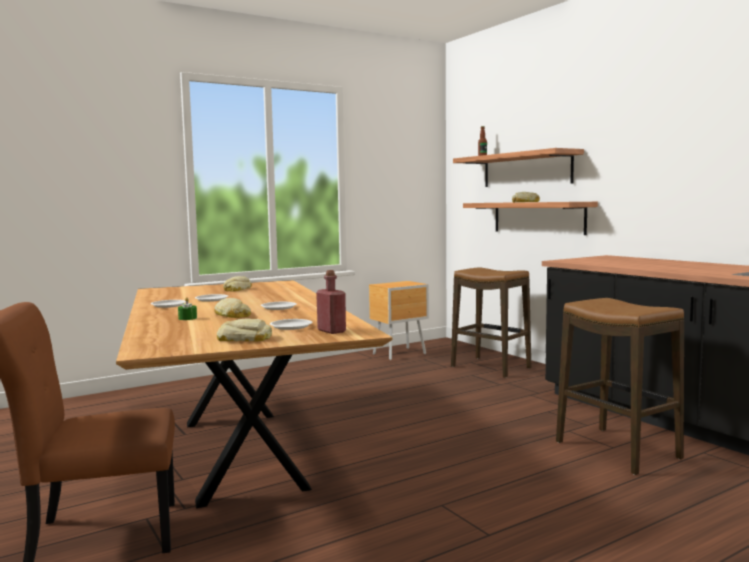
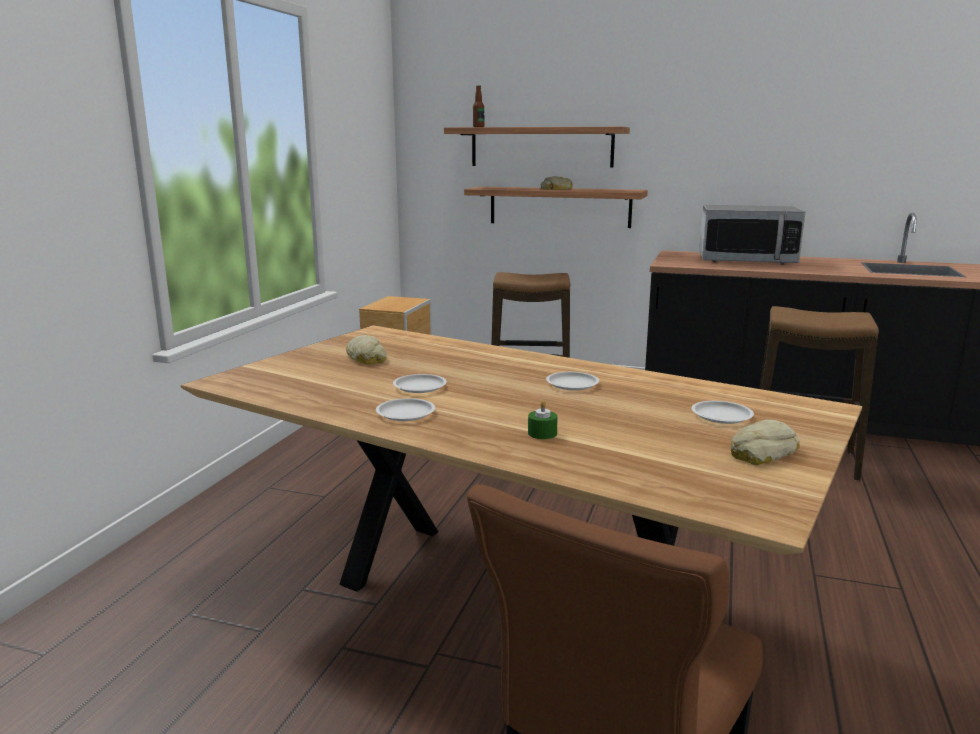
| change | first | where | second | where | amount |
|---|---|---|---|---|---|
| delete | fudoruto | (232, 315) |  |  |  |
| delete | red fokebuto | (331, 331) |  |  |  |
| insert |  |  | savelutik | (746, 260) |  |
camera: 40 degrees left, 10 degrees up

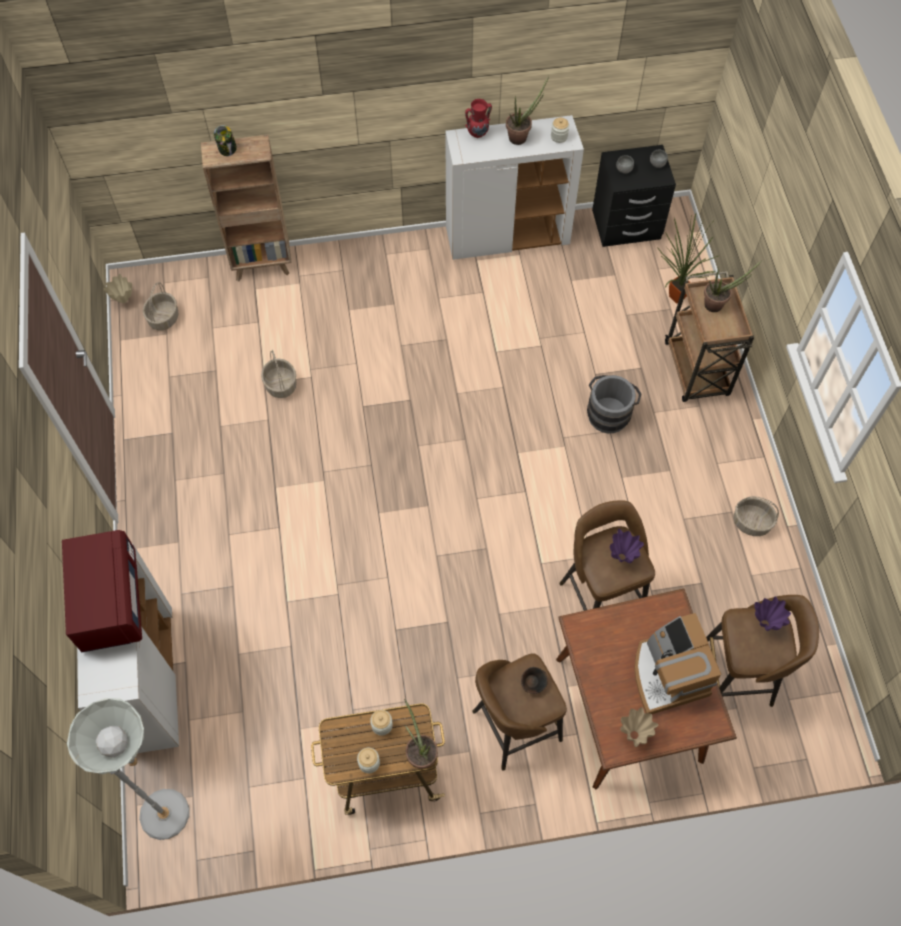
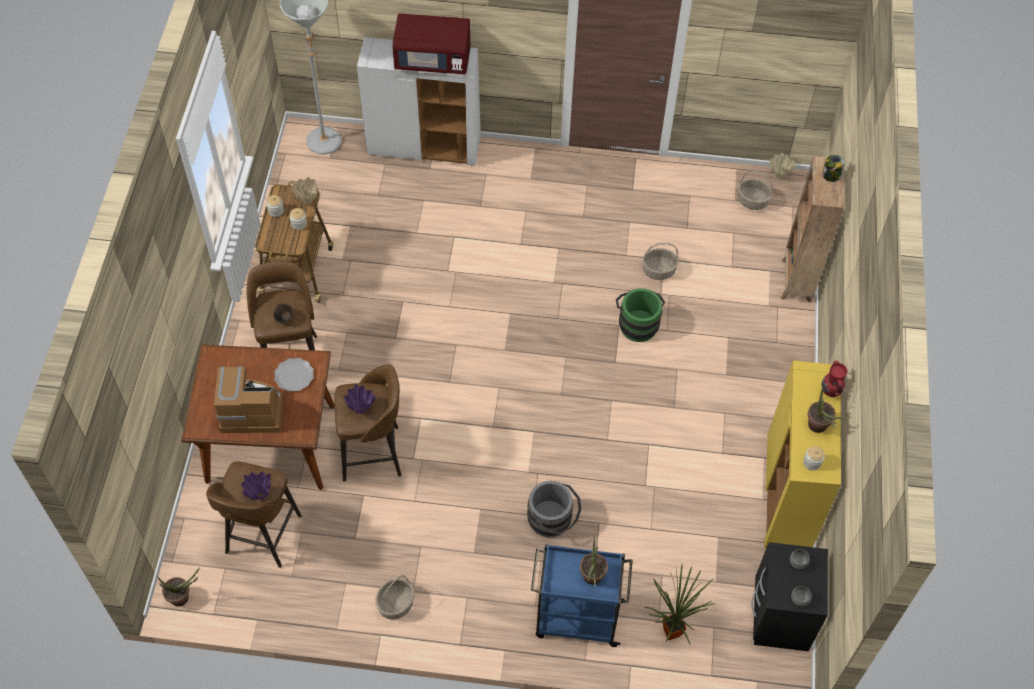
| change | first | where | second | where | amount |
|---|---|---|---|---|---|
| move | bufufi | (420, 752) |  | (184, 597) |  |
| recolor | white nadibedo | (508, 237) | yellow nadibedo | (788, 495) |  |
| move | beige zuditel | (634, 734) |  | (308, 203) |  |
| recolor | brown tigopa | (697, 371) | blue tigopa | (576, 618) |  |
| insert |  |  | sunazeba | (294, 376) |  |
| insert |  |  | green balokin | (637, 323) |  |
camera: 105 degrees right, 5 degrees down

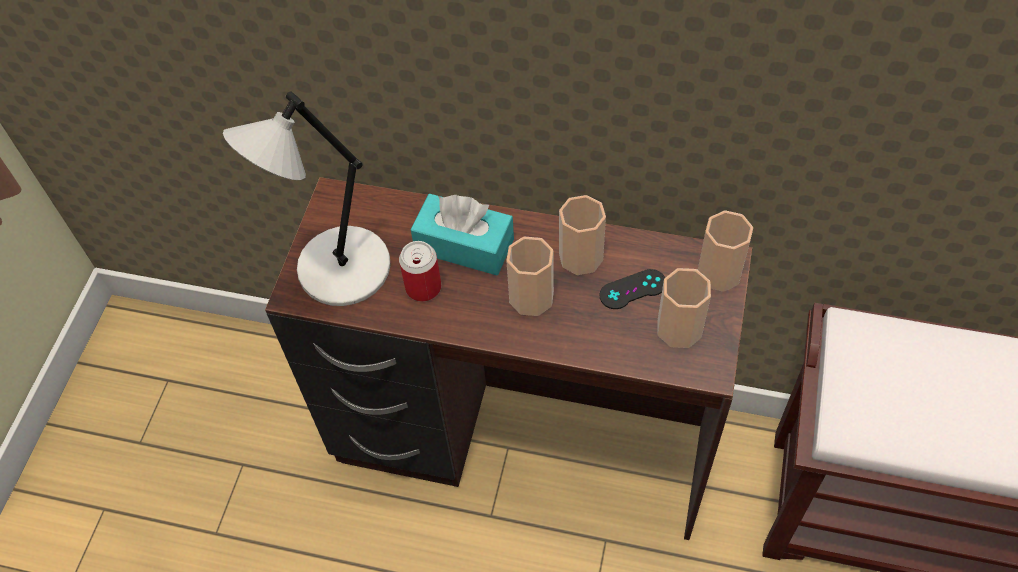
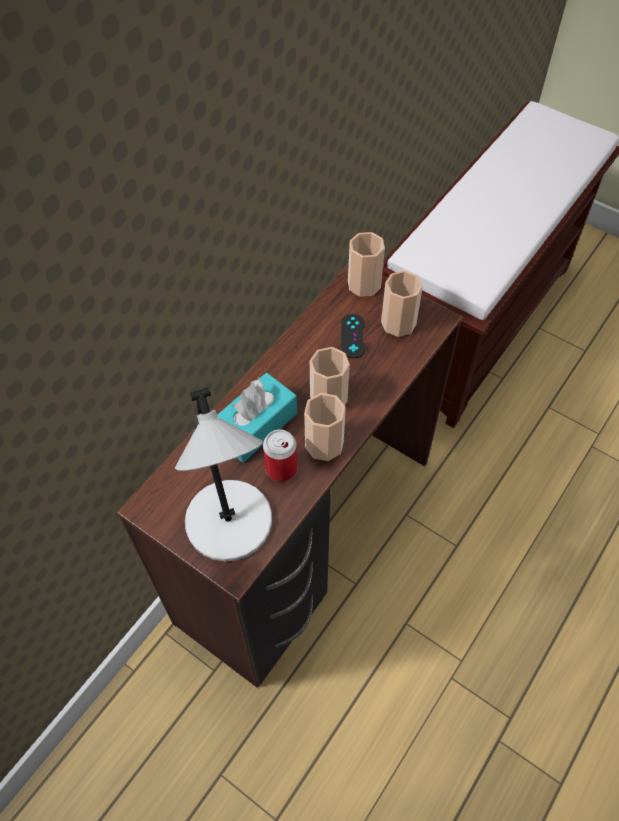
| change | first | where | second | where | amount |
|---|---|---|---|---|---|
| move | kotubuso | (581, 257) |  | (324, 444) |  |
camera: 70 degrees left, 0 degrees up

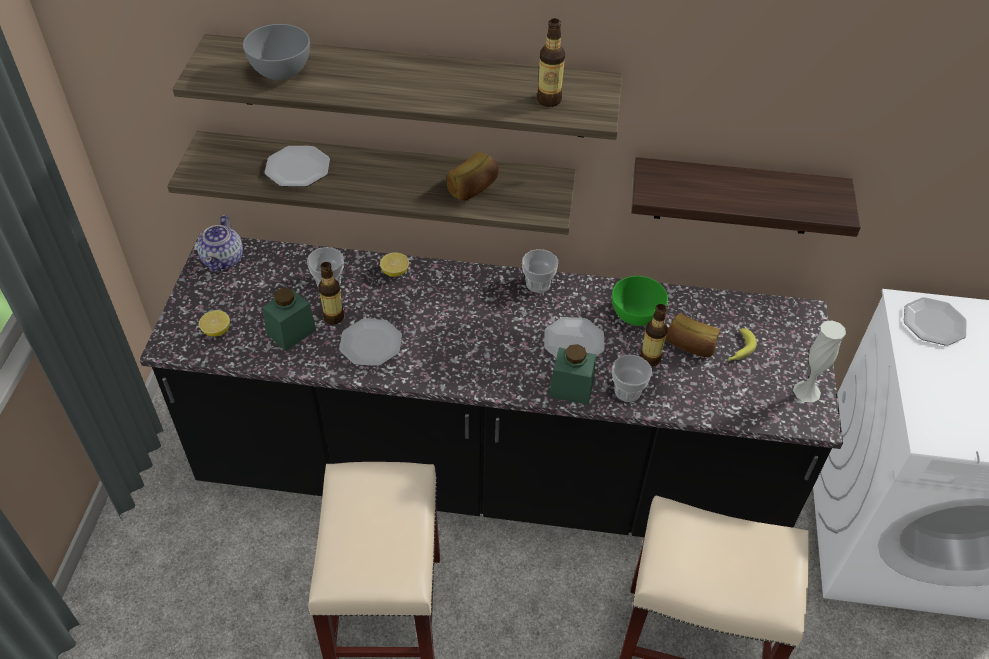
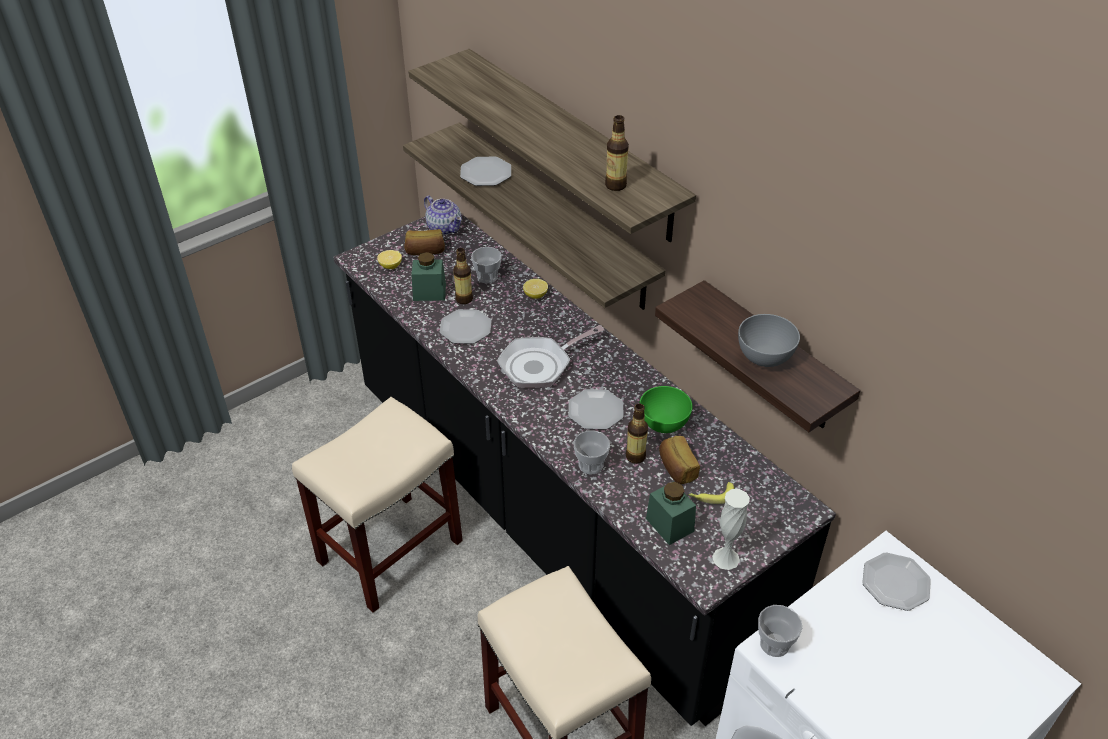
| change | first | where | second | where | amount |
|---|---|---|---|---|---|
| rotate | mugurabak | (223, 259) |  | (444, 227) | 90 degrees counterclockwise |
| move | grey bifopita | (282, 72) |  | (765, 358) |  |
| move | fudoruto | (474, 188) |  | (425, 251) |  |
| move | kotubuso | (538, 284) |  | (774, 644) |  |
| move | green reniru | (571, 388) |  | (669, 525) |  |
| insert |  |  | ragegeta | (540, 365) |  |
camera: 45 degrees right, 5 degrees down

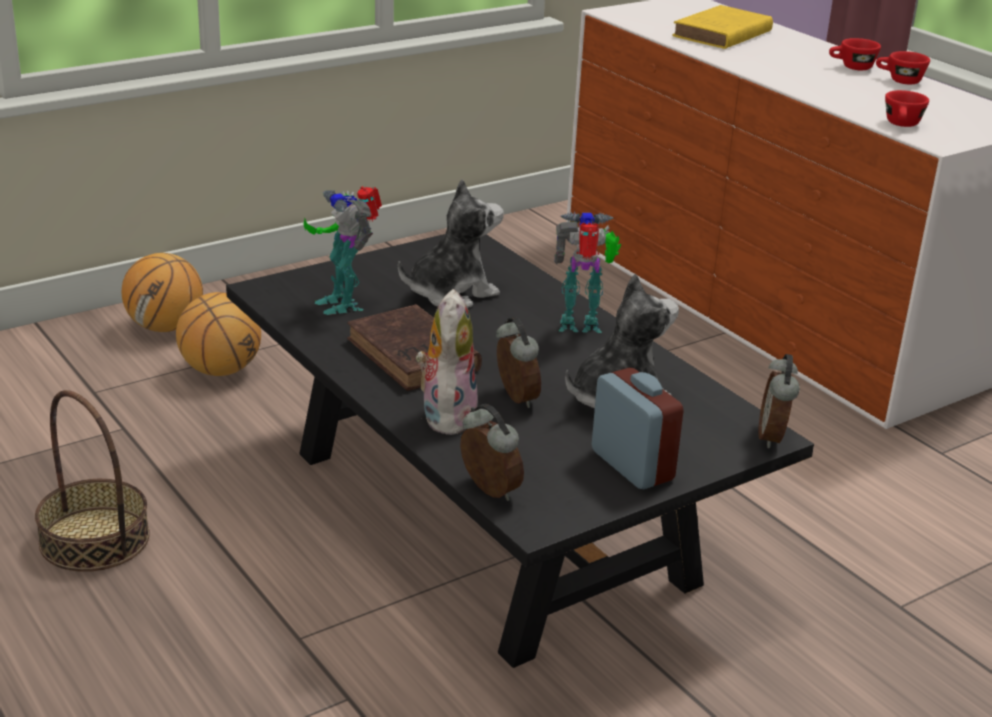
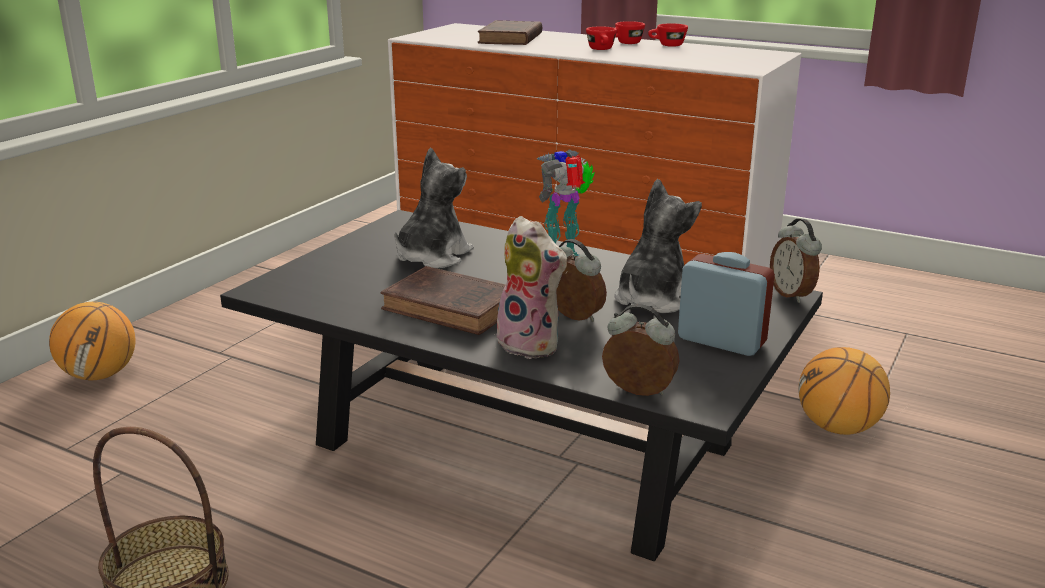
| change | first | where | second | where | amount |
|---|---|---|---|---|---|
| move | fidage | (220, 370) |  | (838, 428) |  |
| delete | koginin | (343, 302) |  |  |  |
| rotate | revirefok | (446, 415) |  | (532, 344) | 150 degrees clockwise |
| recolor | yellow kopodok | (720, 34) | brown kopodok | (510, 39) |  |
| move | red kotubuso | (902, 125) |  | (602, 49) |  |
camera: 25 degrees left, 5 degrees down

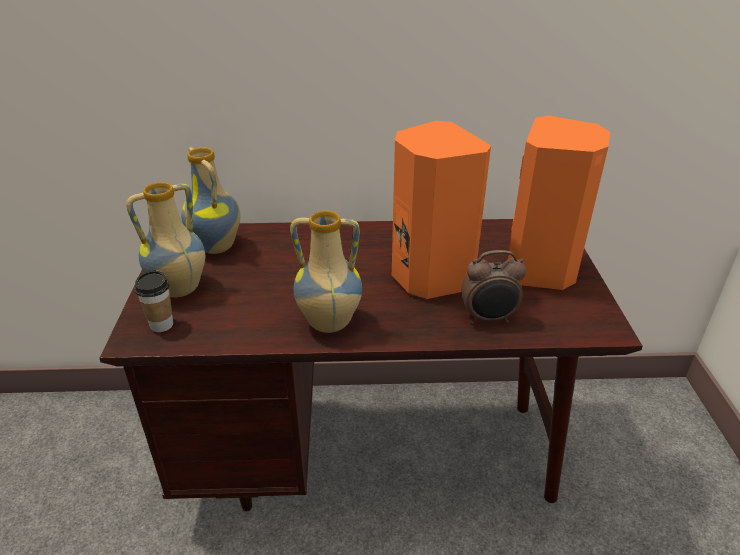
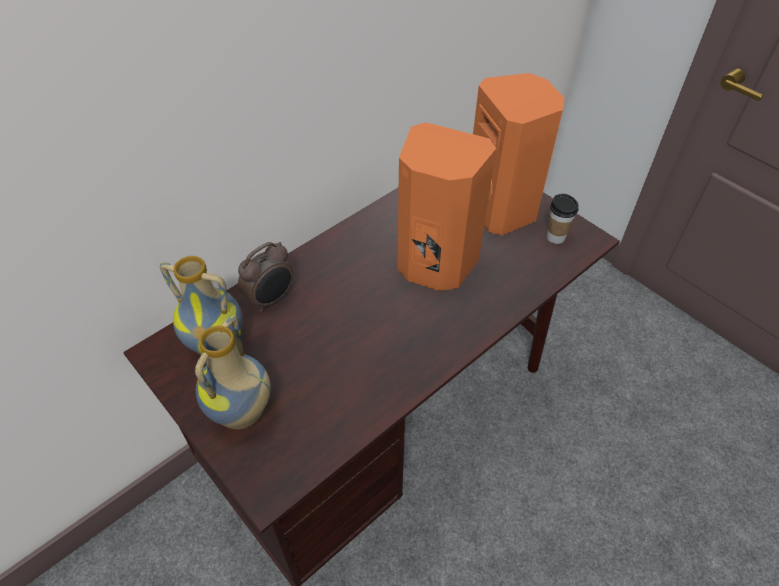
| change | first | where | second | where | amount |
|---|---|---|---|---|---|
| move | kotubuso | (161, 325) |  | (555, 237) |  |
| delete | zuditel | (328, 324) |  |  |  |
| move | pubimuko | (489, 319) |  | (271, 299) |  |
camera: 40 degrees left, 15 degrees up

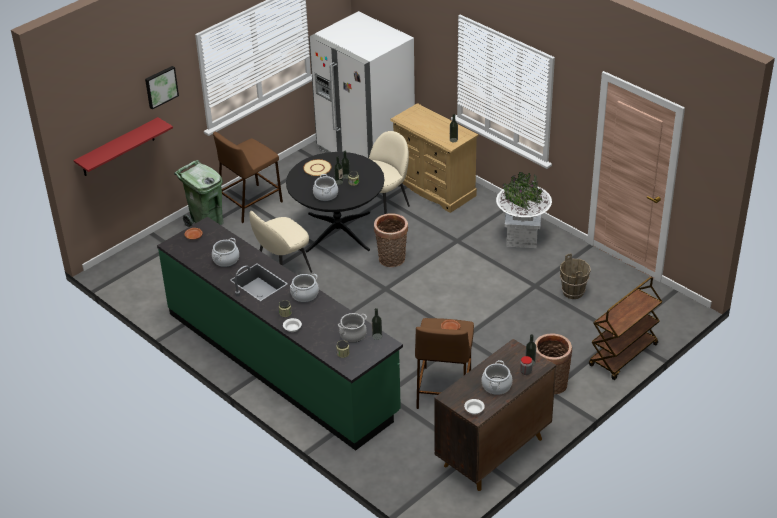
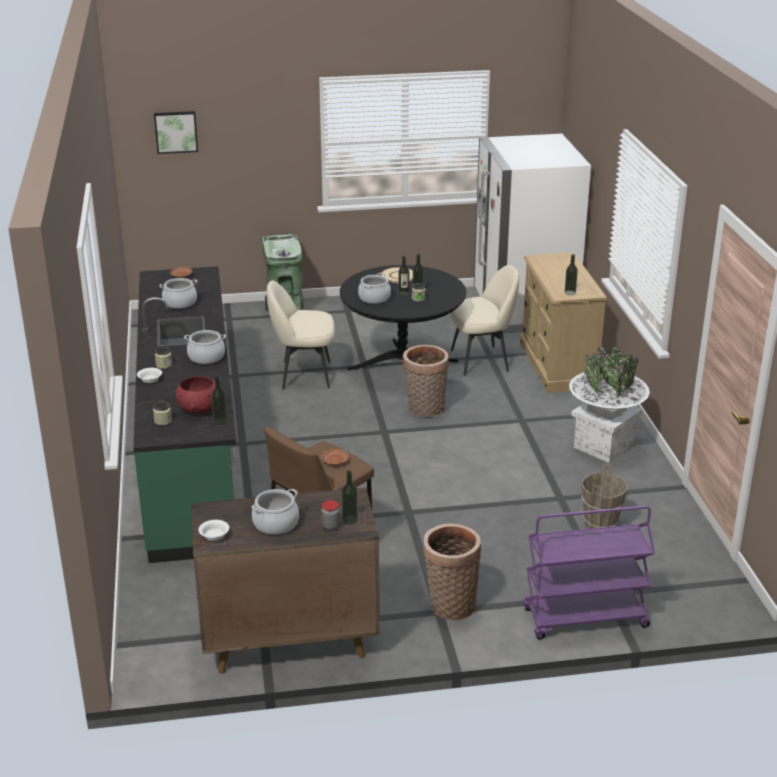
| change | first | where | second | where | amount |
|---|---|---|---|---|---|
| delete | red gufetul | (118, 147) |  |  |  |
| move | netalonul | (160, 86) |  | (176, 131) |  |
| delete | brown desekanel | (250, 203) |  |  |  |
| replace | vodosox | (353, 334) | red bifopita | (198, 409) |  |
| recolor | brown tigopa | (623, 356) | purple tigopa | (584, 619) |  |
camera: 35 degrees right, 10 degrees down

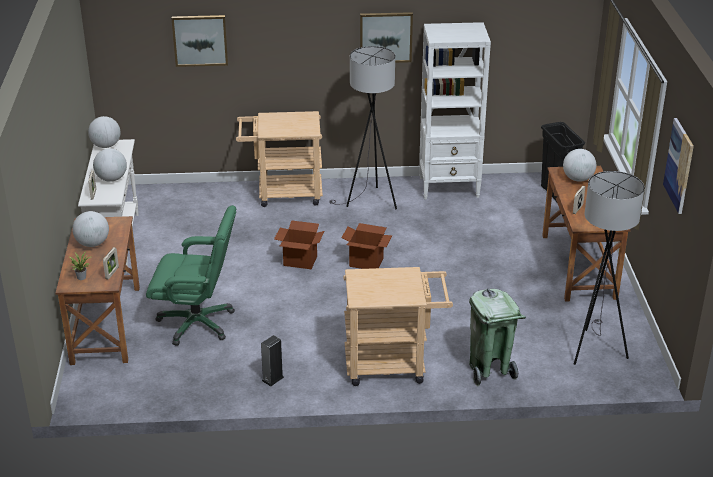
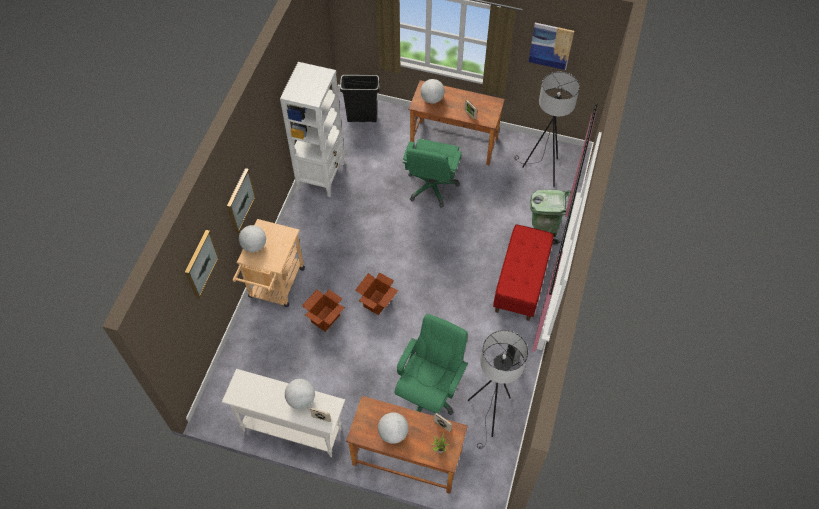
| change | first | where | second | where | amount |
|---|---|---|---|---|---|
| move | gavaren | (106, 146) |  | (254, 245) |  |
| move | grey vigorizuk | (369, 202) |  | (490, 415) |  |
| move | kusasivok | (366, 262) |  | (325, 318) |  |
| replace | beige tigopa | (393, 364) | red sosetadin | (521, 283) |  |
| move | netalonul | (385, 37) |  | (240, 200) |  |
| insert |  |  | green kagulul | (431, 187) |  |
camera: 70 degrees left, 25 degrees up

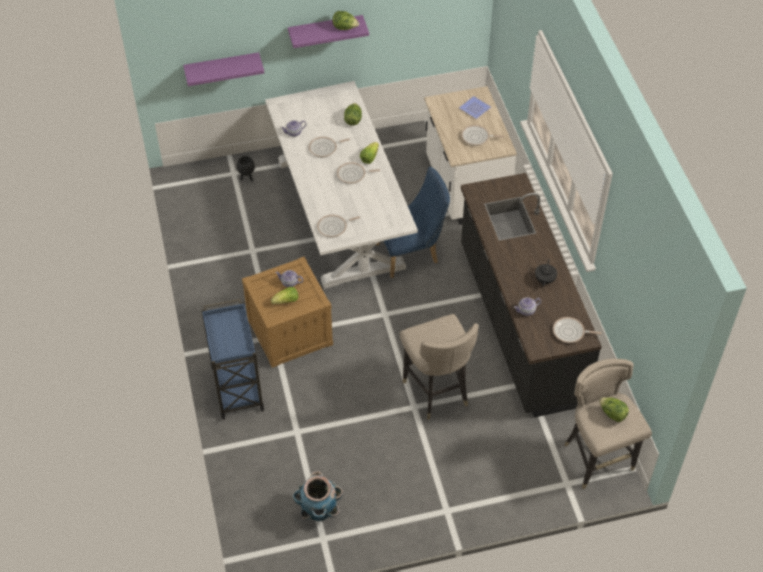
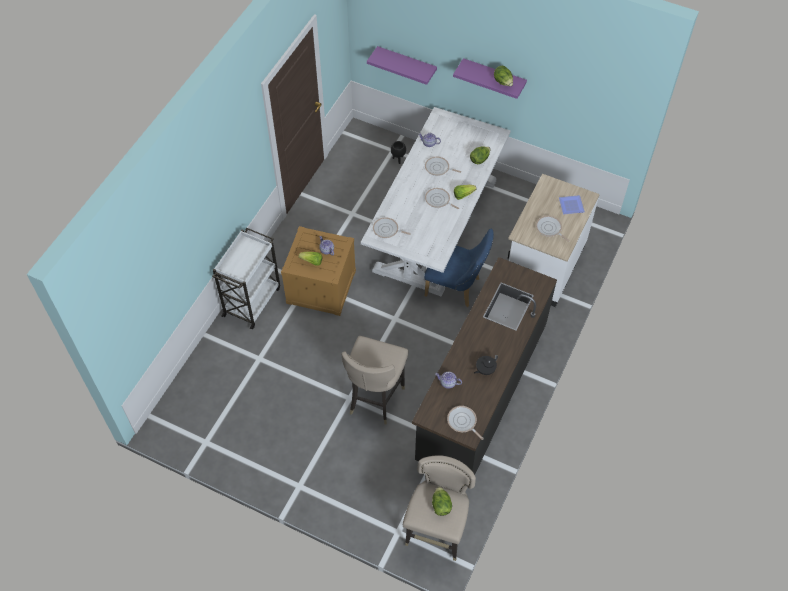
| change | first | where | second | where | amount |
|---|---|---|---|---|---|
| recolor | blue tigopa | (237, 387) | white tigopa | (252, 301) |  |
| delete | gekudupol | (319, 511) |  |  |  |
camera: 40 degrees right, 5 degrees up

